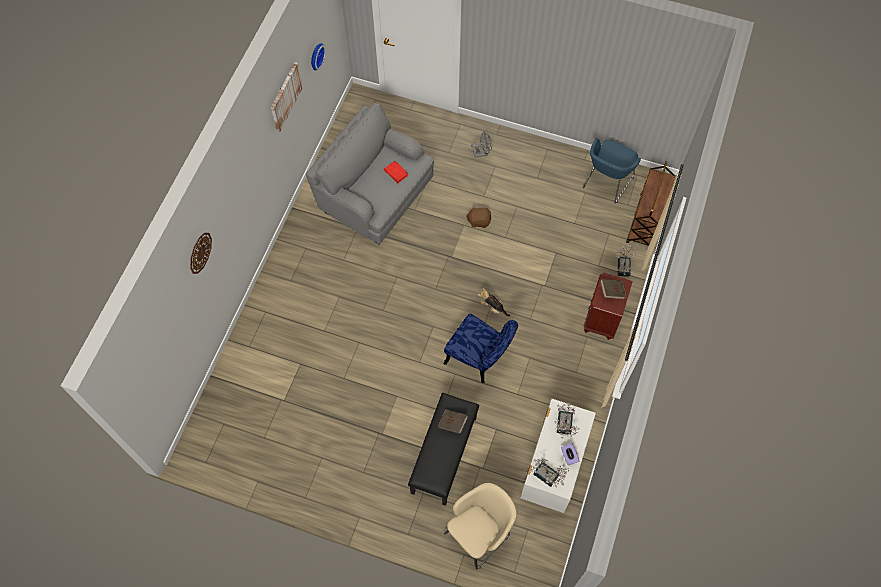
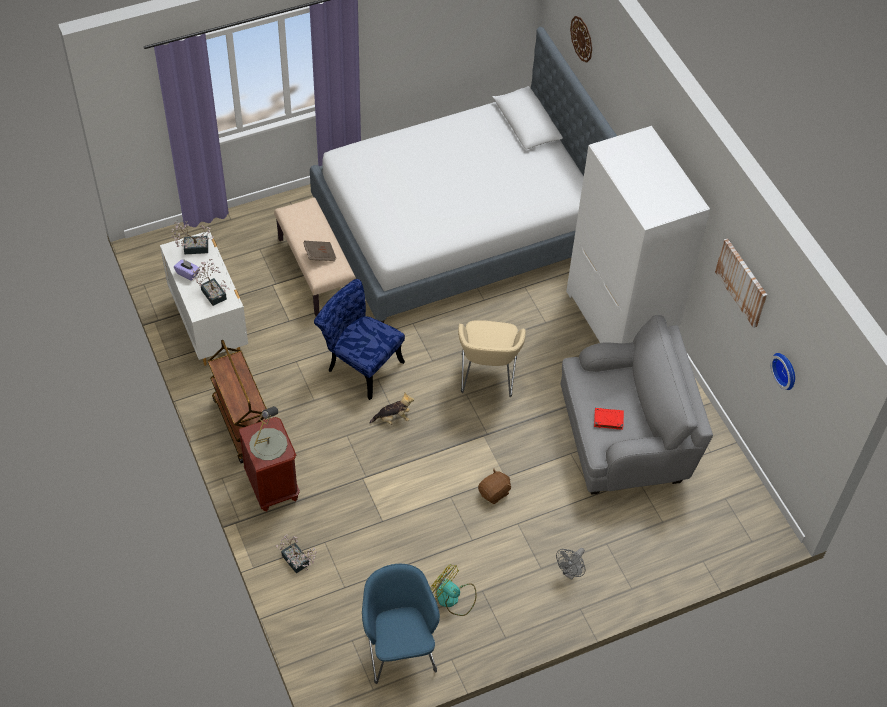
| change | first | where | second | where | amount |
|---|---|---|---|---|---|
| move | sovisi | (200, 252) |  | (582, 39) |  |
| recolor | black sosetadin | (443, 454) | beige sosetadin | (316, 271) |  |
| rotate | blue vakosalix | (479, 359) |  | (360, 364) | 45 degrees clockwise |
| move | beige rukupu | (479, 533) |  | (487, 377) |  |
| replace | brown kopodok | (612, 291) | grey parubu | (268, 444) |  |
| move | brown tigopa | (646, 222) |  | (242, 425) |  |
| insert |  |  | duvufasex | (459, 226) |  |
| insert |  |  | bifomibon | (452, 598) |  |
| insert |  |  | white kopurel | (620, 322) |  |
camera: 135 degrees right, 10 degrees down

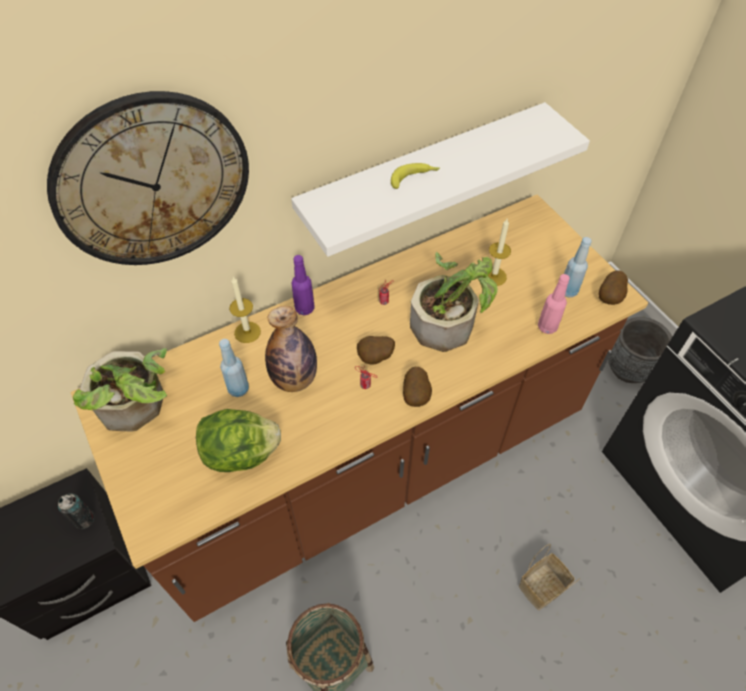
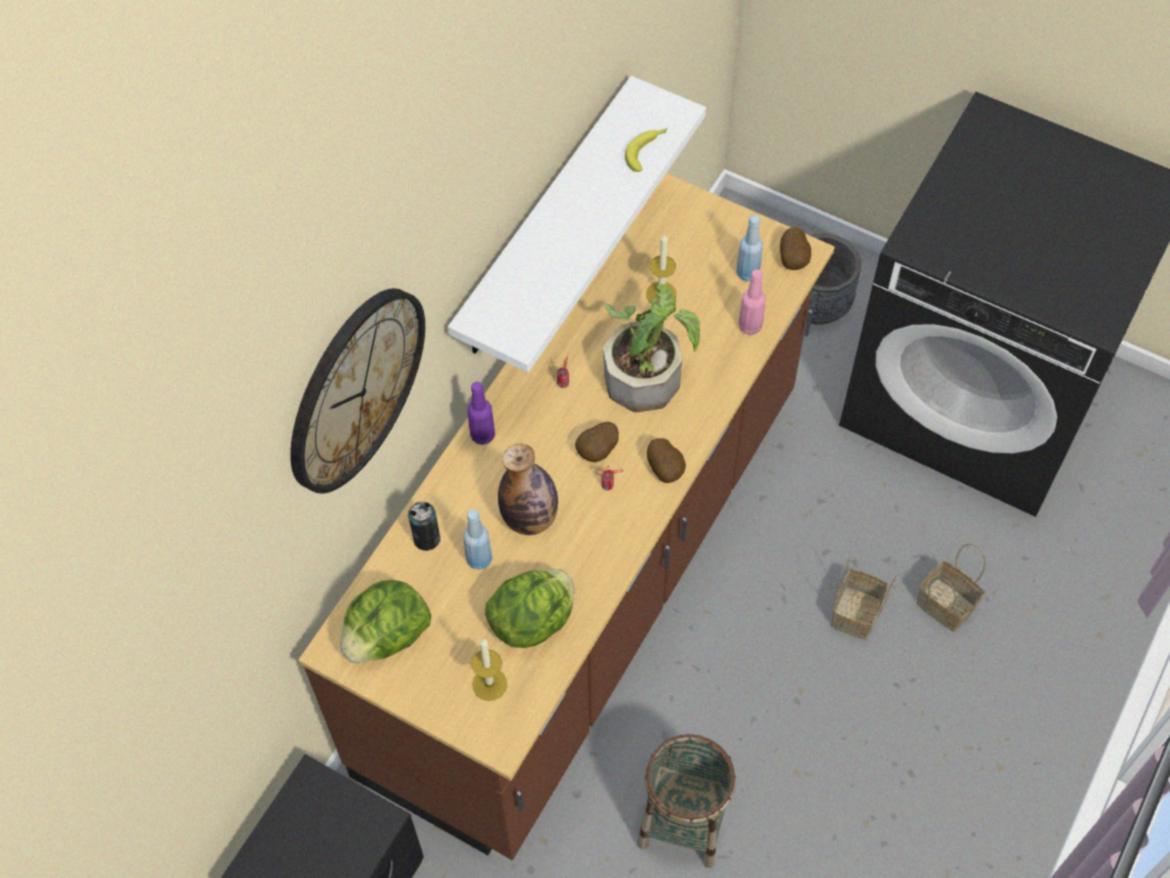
| change | first | where | second | where | amount |
|---|---|---|---|---|---|
| move | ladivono | (84, 519) |  | (426, 539) |  |
| replace | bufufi | (136, 408) | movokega | (387, 636) |  |
| move | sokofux | (247, 332) |  | (489, 684) |  |
| move | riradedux | (414, 178) |  | (647, 151) |  |
| insert |  |  | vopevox | (943, 605) |  |
camera: 30 degrees left, 5 degrees up

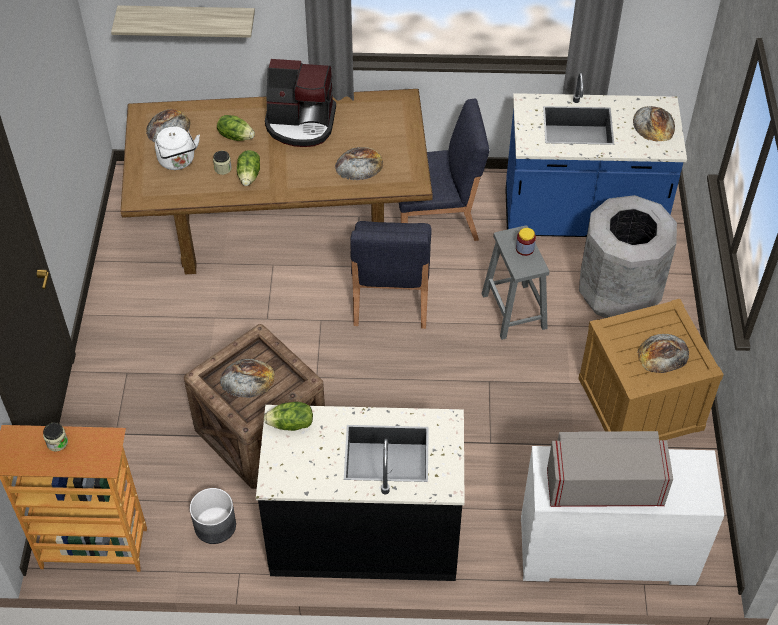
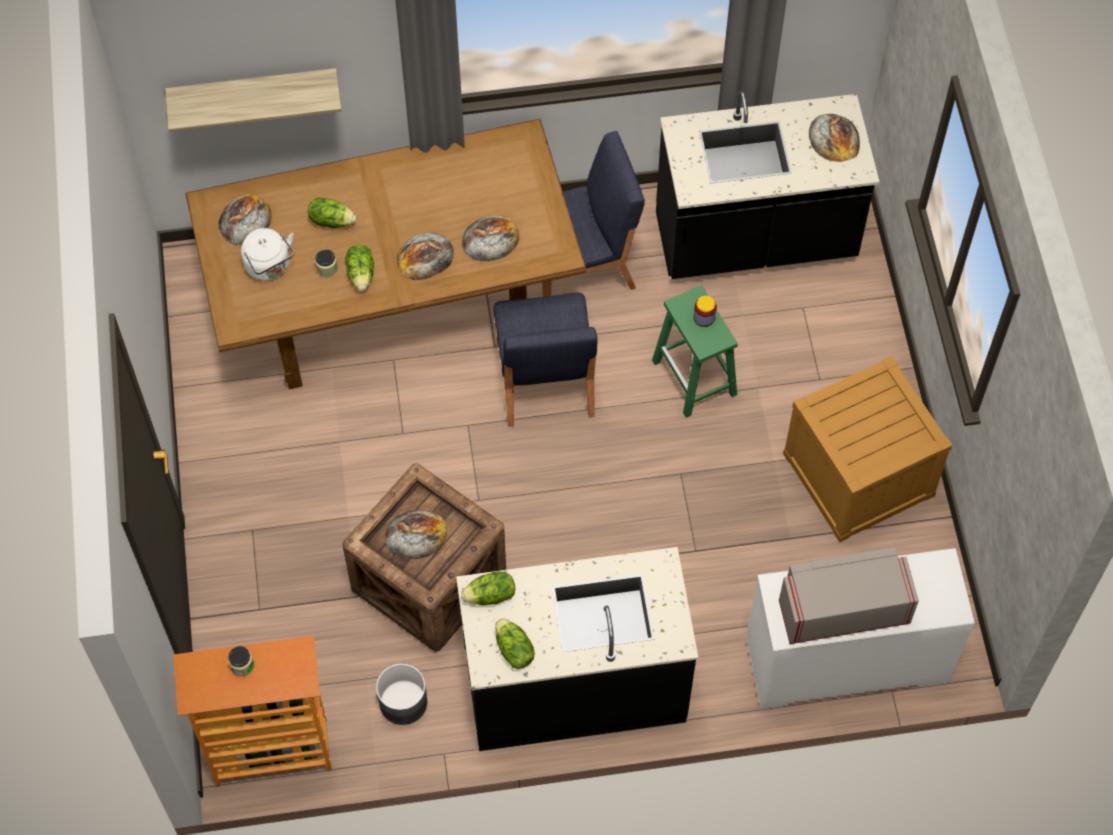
| change | first | where | second | where | amount |
|---|---|---|---|---|---|
| delete | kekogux | (301, 123) |  |  |  |
| recolor | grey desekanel | (514, 312) | green desekanel | (695, 378) |  |
| recolor | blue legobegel | (582, 219) | black legobegel | (755, 241) |  |
| delete | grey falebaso | (619, 294) |  |  |  |
| move | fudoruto | (663, 354) |  | (425, 256) |  |
| insert |  |  | movokega | (513, 650) |  |
camera: 10 degrees left, 10 degrees up

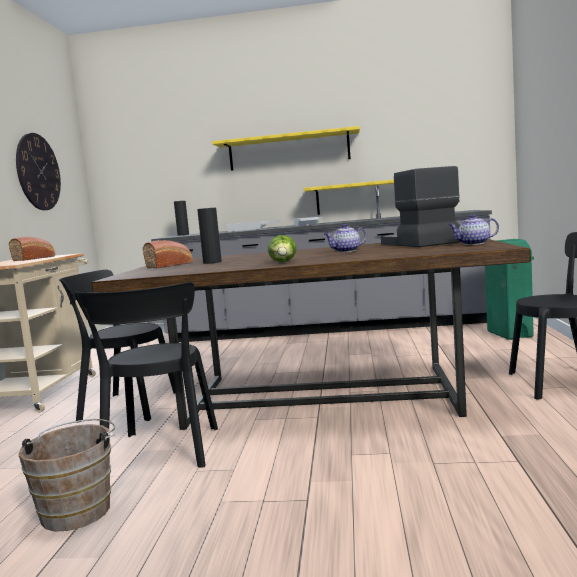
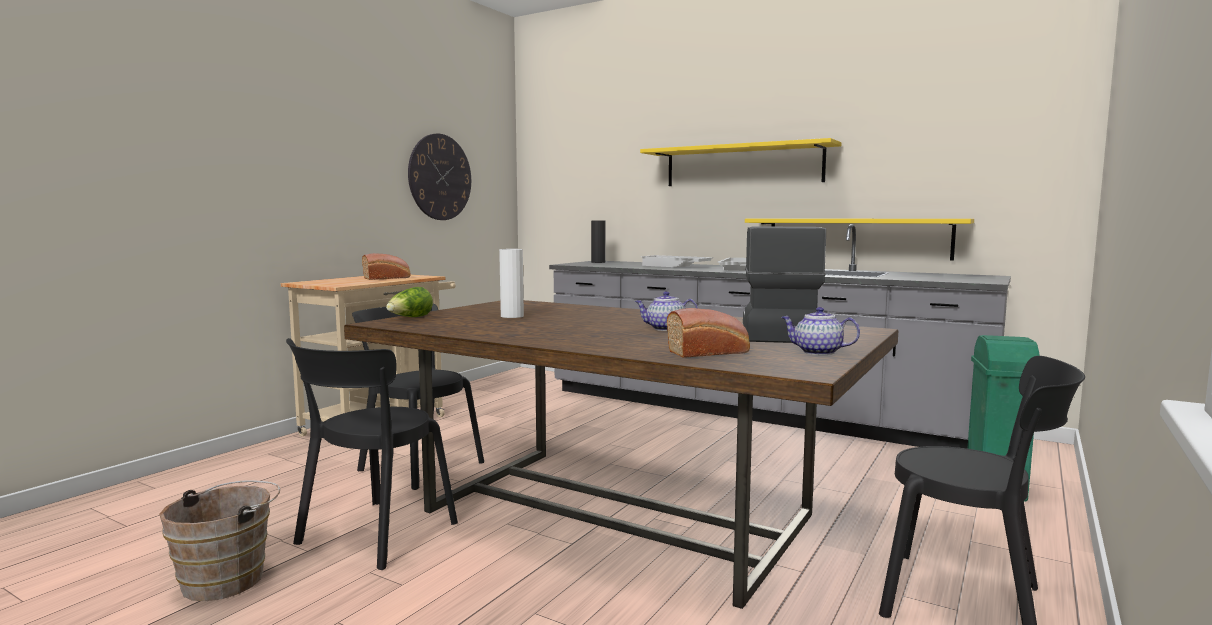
| change | first | where | second | where | amount |
|---|---|---|---|---|---|
| move | fudoruto | (170, 265) |  | (710, 352) |  |
| recolor | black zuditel | (212, 262) | white zuditel | (512, 316) |  |
| move | movokega | (283, 262) |  | (410, 318) |  |
camera: 25 degrees right, 0 degrees up

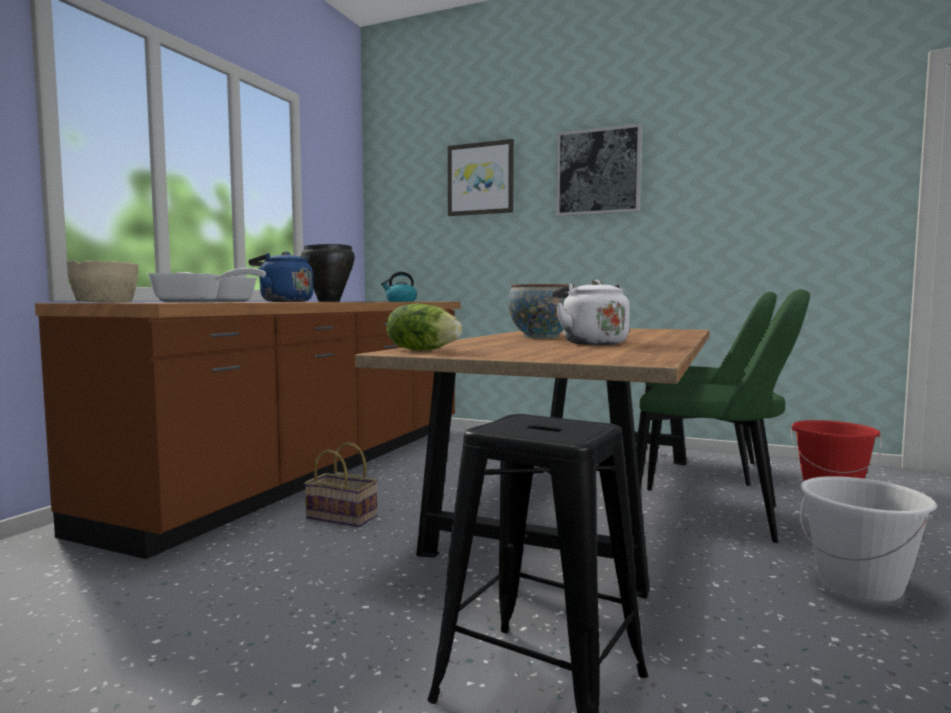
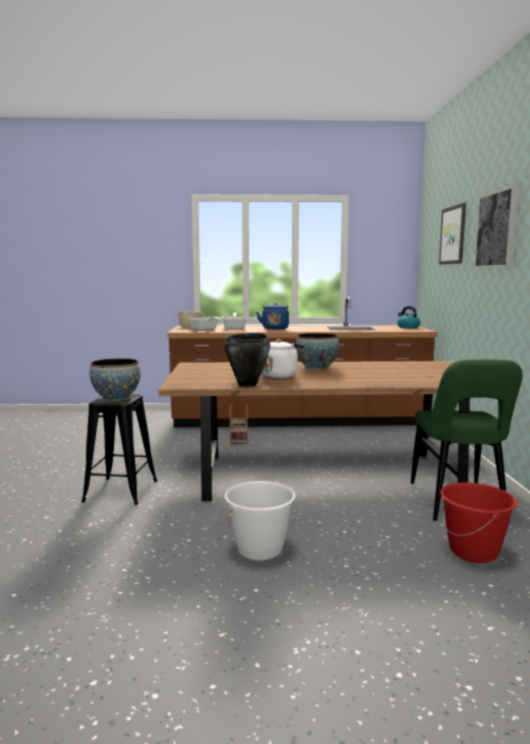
| change | first | where | second | where | amount |
|---|---|---|---|---|---|
| move | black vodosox | (329, 301) |  | (248, 384) |  |
| delete | movokega | (422, 350) |  |  |  |
| delete | green vakosalix | (714, 515) |  |  |  |
| insert |  |  | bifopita | (116, 398) |  |
camera: 65 degrees right, 5 degrees up

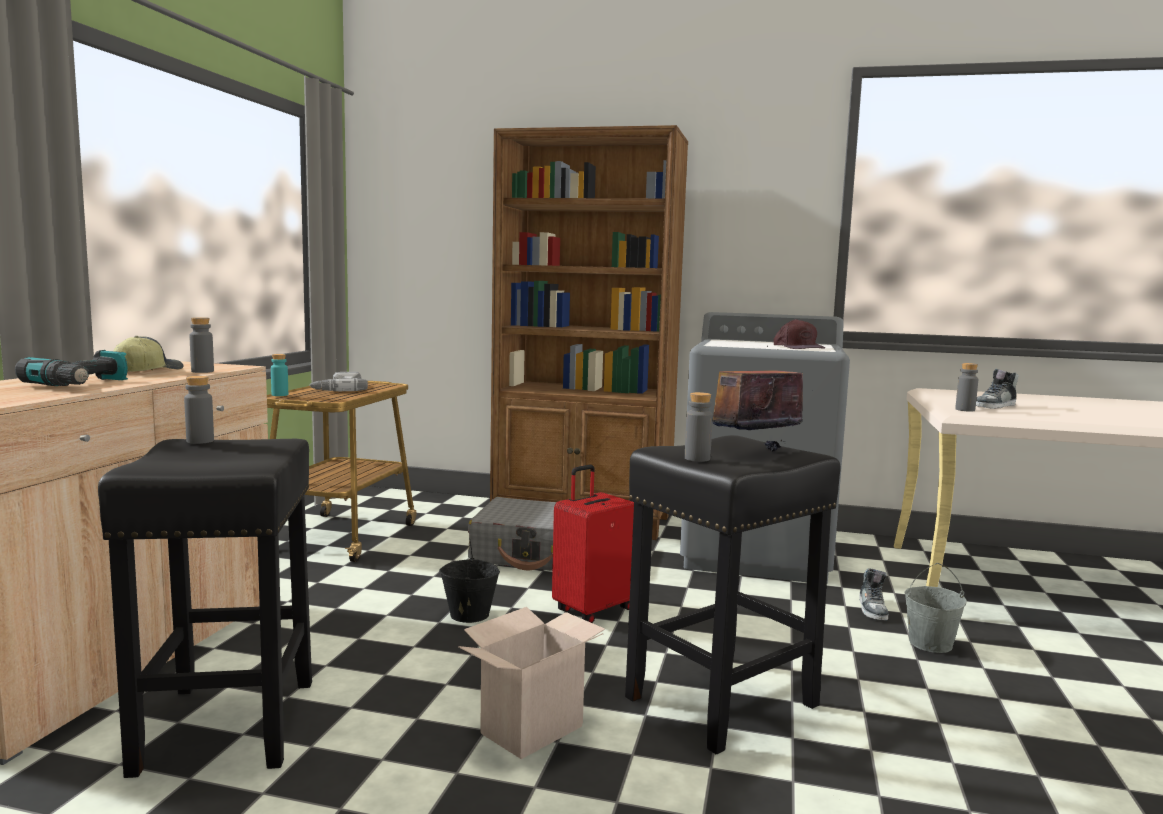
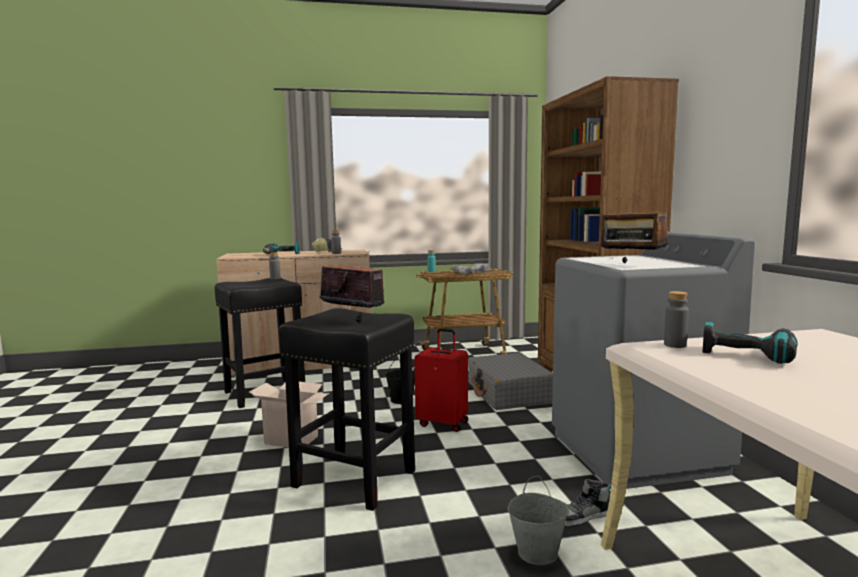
| change | first | where | second | where | amount |
|---|---|---|---|---|---|
| delete | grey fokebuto | (697, 459) |  |  |  |
| replace | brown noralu | (797, 347) | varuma | (632, 264) |  |
| replace | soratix | (995, 406) | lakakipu | (748, 353) |  |
camera: 65 degrees right, 0 degrees up

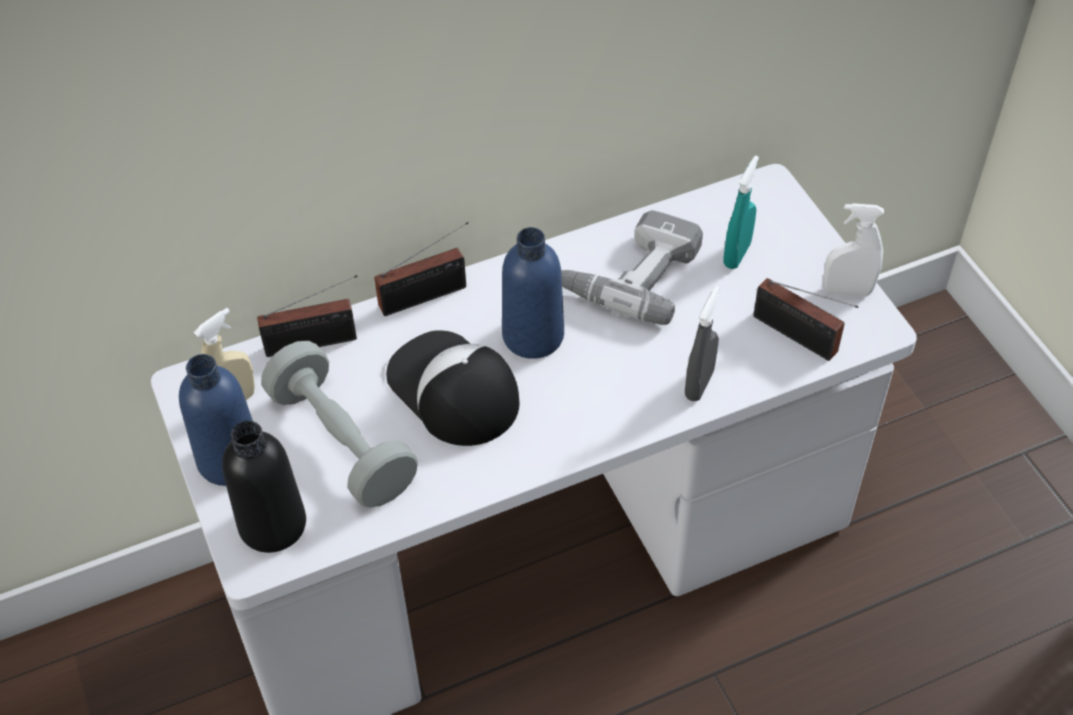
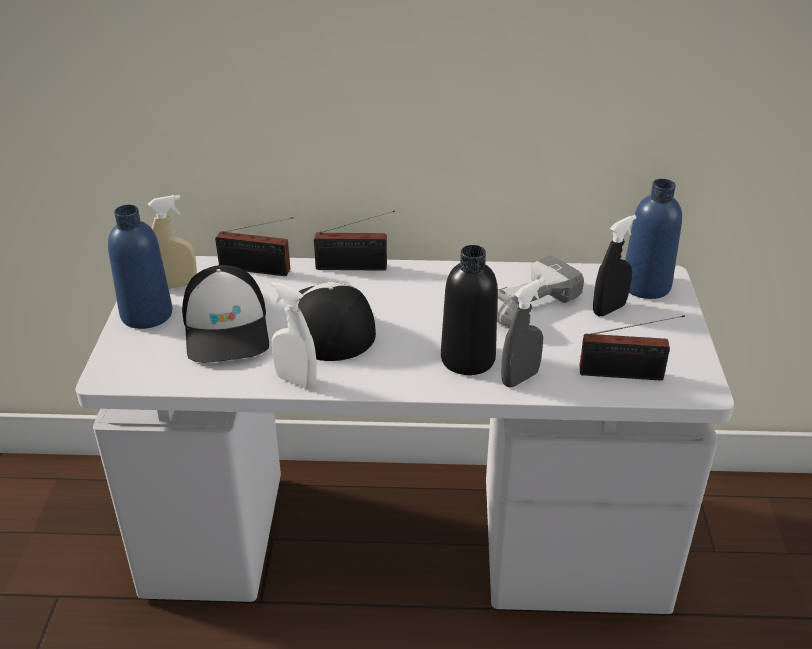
| change | first | where | second | where | amount |
|---|---|---|---|---|---|
| move | black fokebuto | (272, 524) |  | (467, 359) |  |
| replace | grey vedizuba | (342, 442) | noralu | (227, 329) |  |
| move | blue fokebuto | (533, 335) |  | (645, 286) |  |
| recolor | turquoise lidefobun | (737, 254) | black lidefobun | (609, 309) |  |
| rotate | varuma | (799, 337) |  | (625, 374) | 60 degrees counterclockwise |
| move | white lidefobun | (847, 291) |  | (296, 381) |  |
camera: 25 degrees right, 15 degrees down

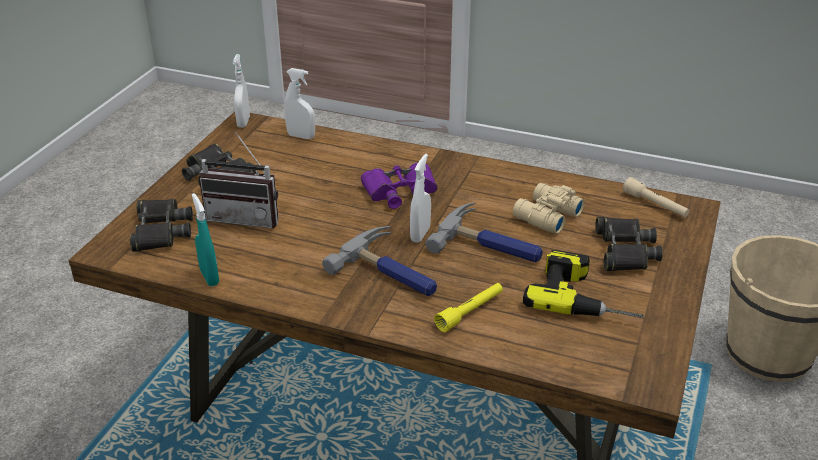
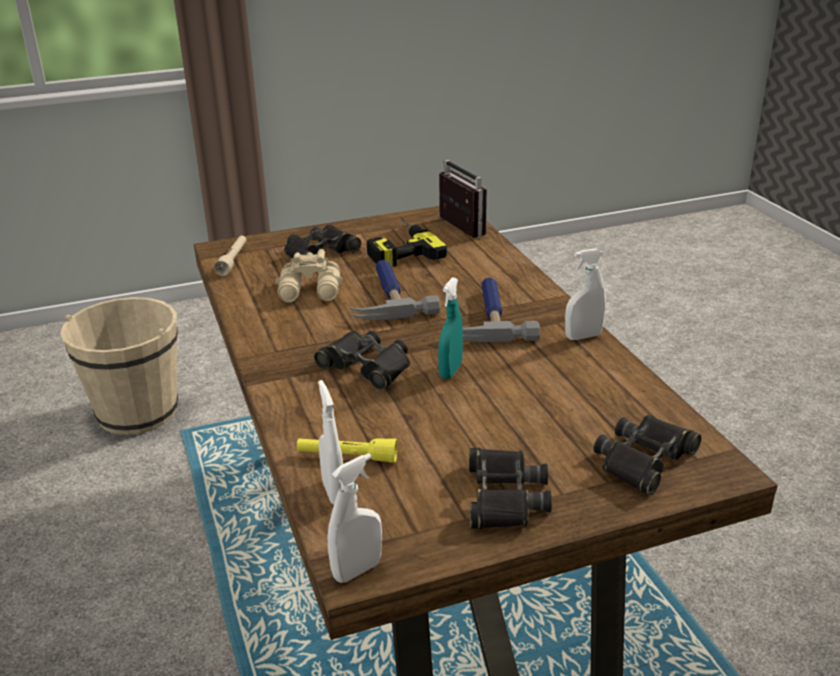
| change | first | where | second | where | amount |
|---|---|---|---|---|---|
| move | turquoise lidefobun | (209, 277) |  | (450, 371) |  |
| move | varuma | (246, 217) |  | (454, 228) |  |
| recolor | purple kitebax | (401, 192) | black kitebax | (366, 366) |  |
| move | white lidefobun | (420, 234) |  | (583, 336) |  |
| move | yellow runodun | (470, 312) |  | (347, 457) |  |
camera: 130 degrees left, 5 degrees down

